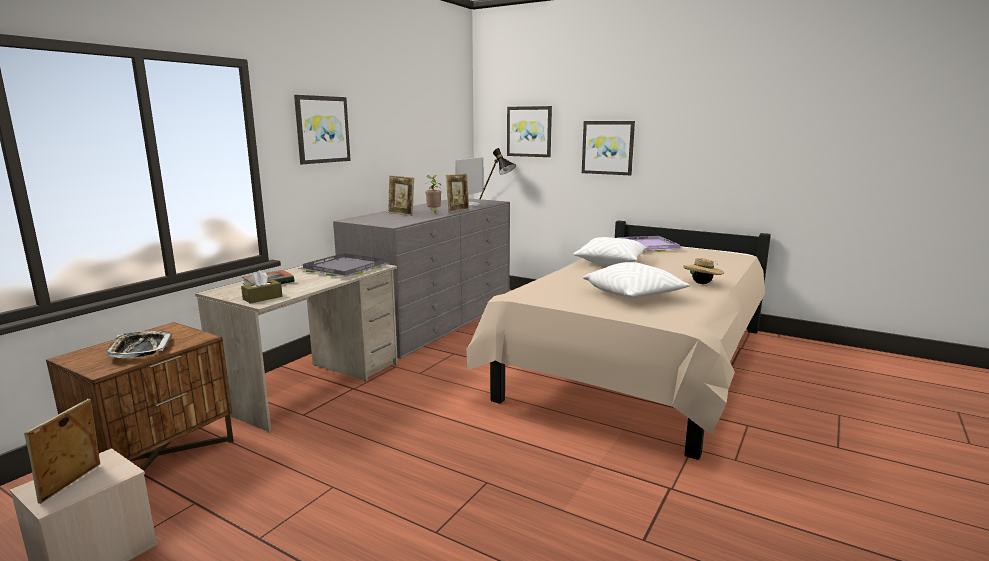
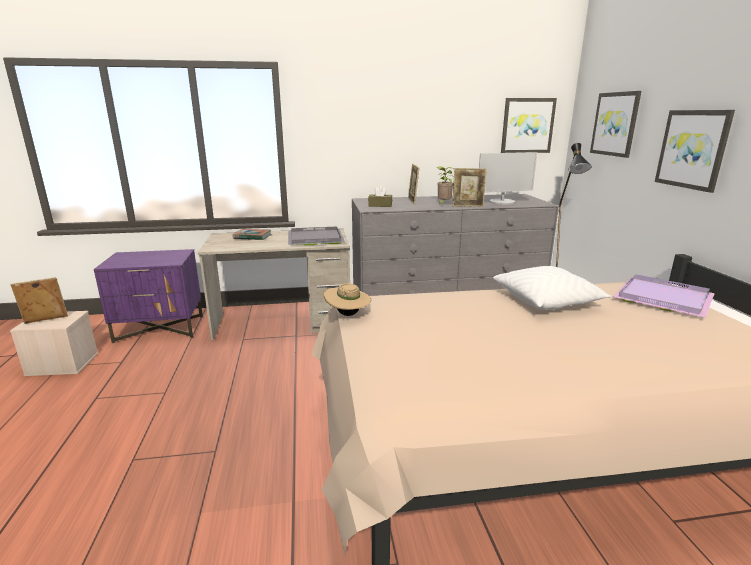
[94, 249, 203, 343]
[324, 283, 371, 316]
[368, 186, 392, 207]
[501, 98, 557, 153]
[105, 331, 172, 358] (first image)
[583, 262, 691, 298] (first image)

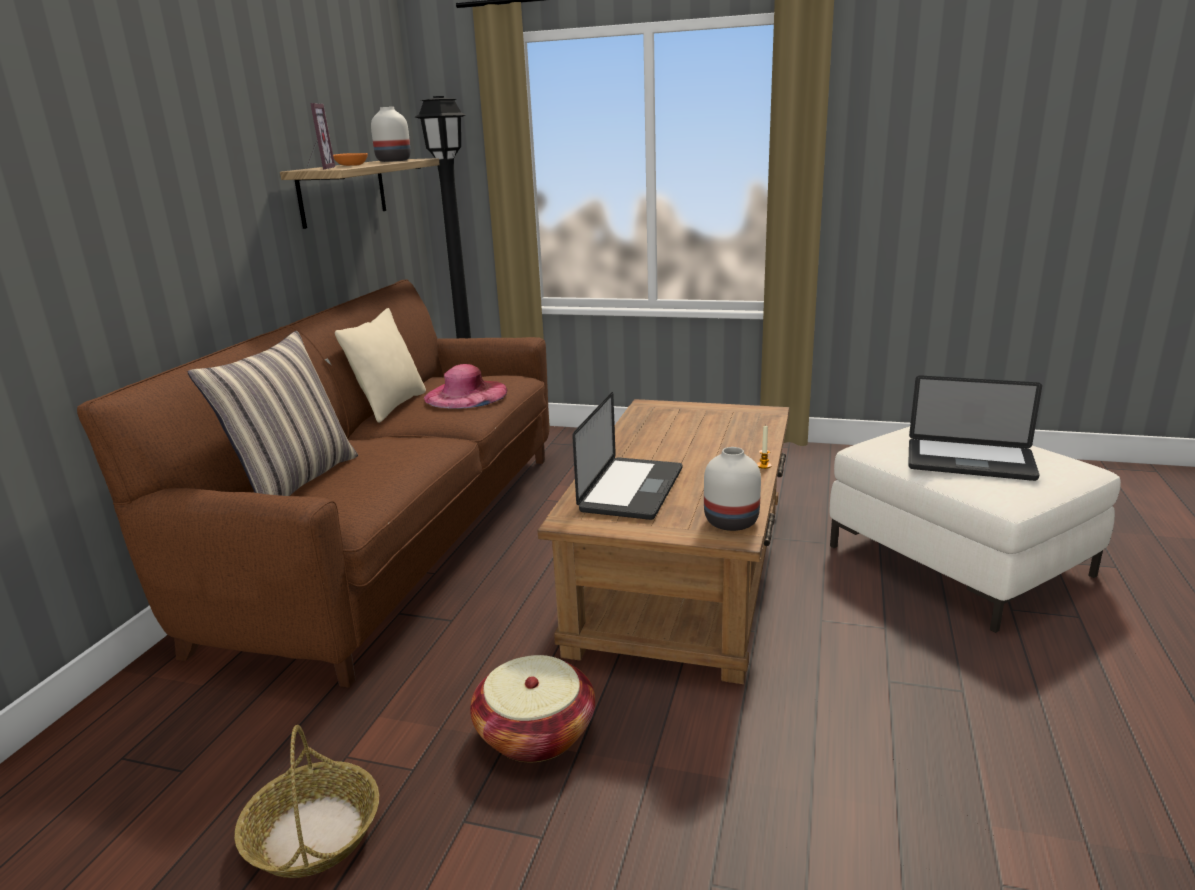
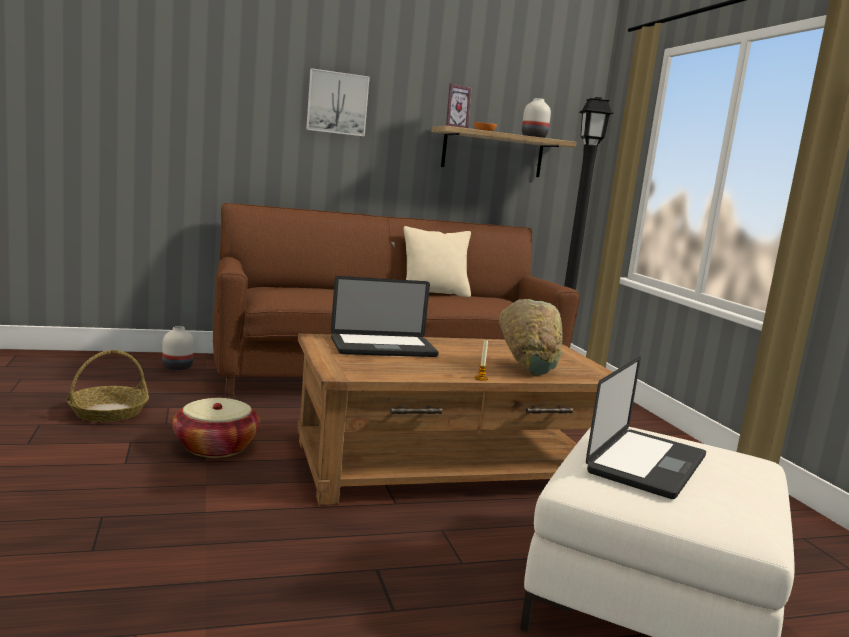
[162, 326, 194, 370]
[306, 68, 370, 137]
[499, 299, 563, 375]
[586, 356, 706, 499]
[188, 331, 358, 496] (first image)
[424, 364, 507, 409] (first image)

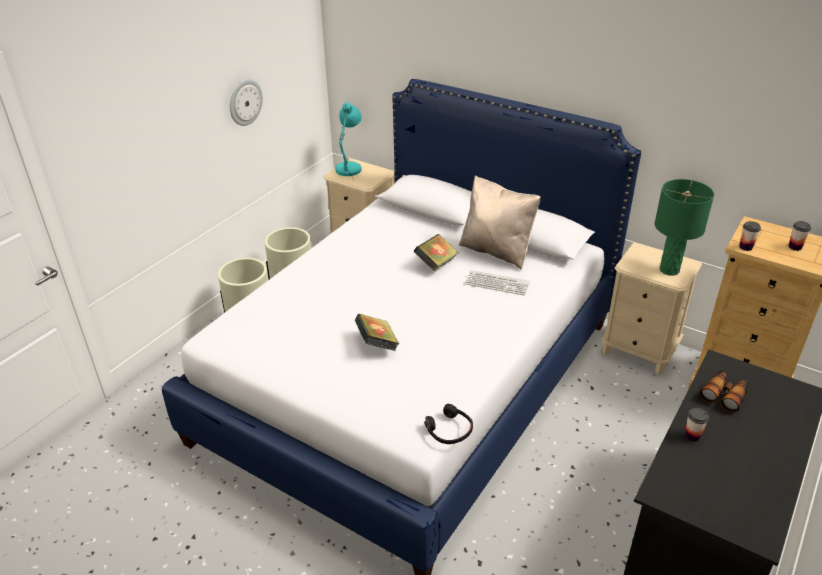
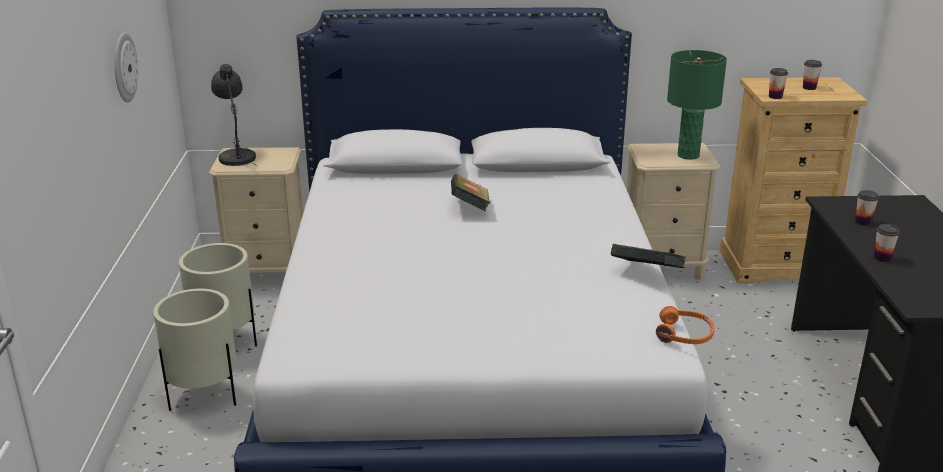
[211, 64, 258, 167]
[611, 244, 686, 268]
[656, 306, 715, 344]
[855, 190, 879, 226]
[459, 175, 541, 270] (first image)
[465, 270, 530, 295] (first image)

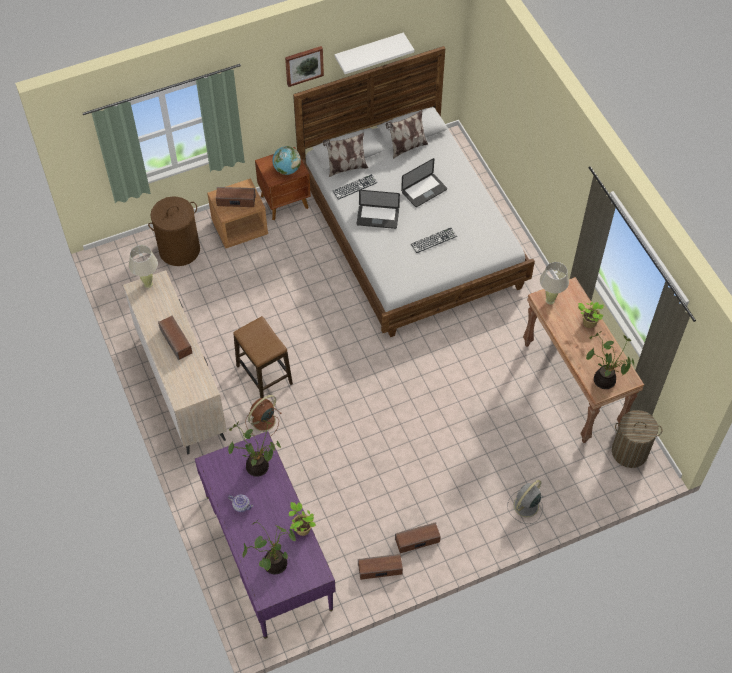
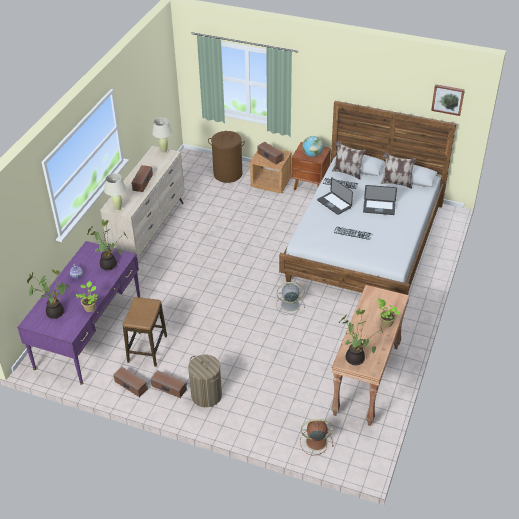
[104, 173, 126, 212]
[123, 297, 167, 367]
[188, 354, 222, 407]
[276, 282, 305, 315]
[300, 419, 334, 455]
[431, 84, 465, 116]
[335, 33, 414, 74] (first image)

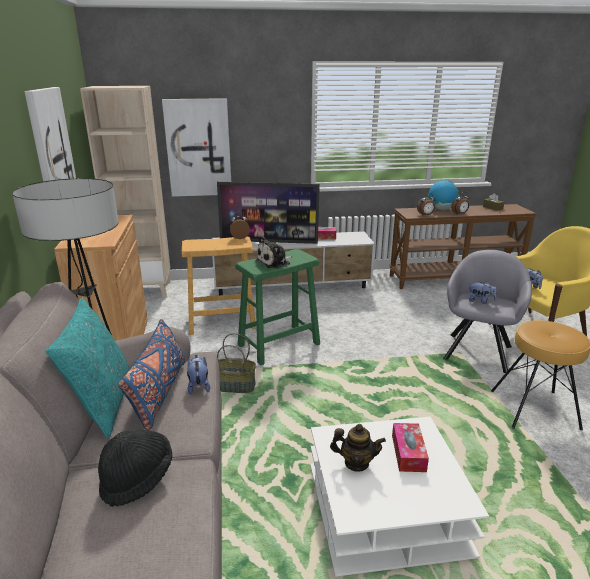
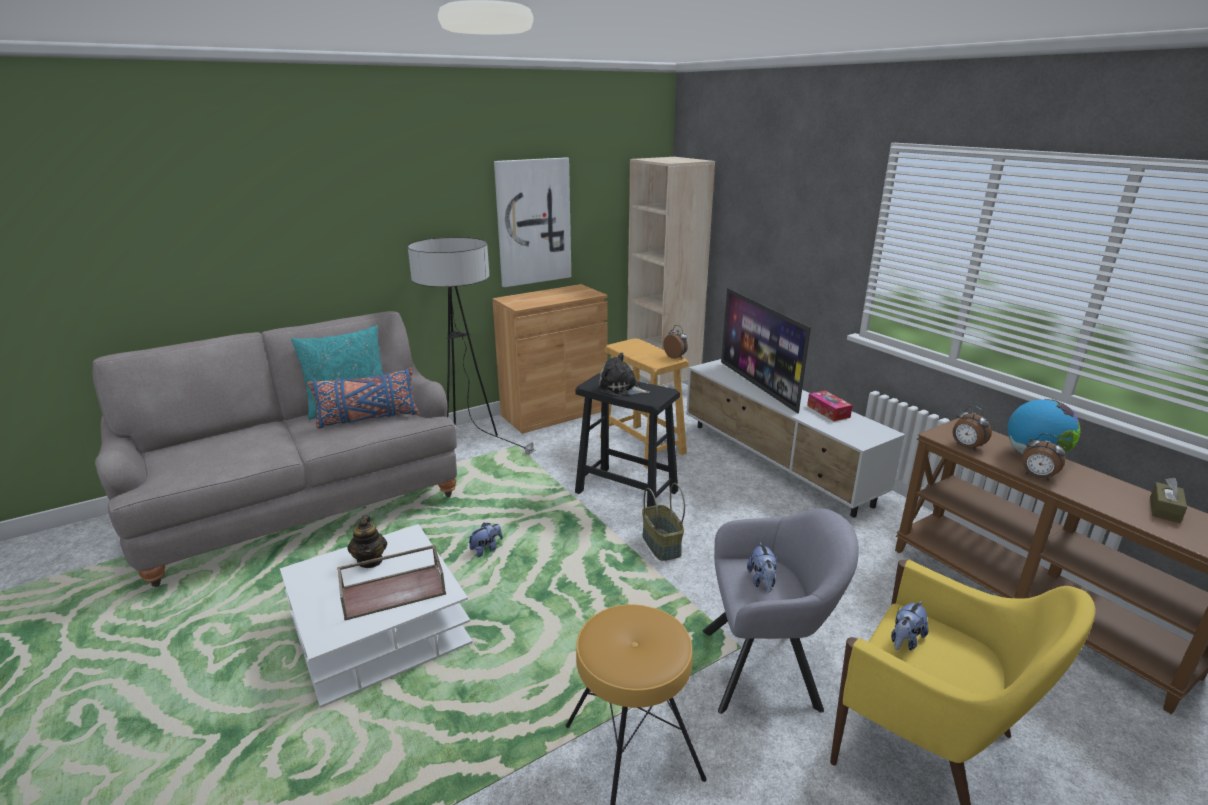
[337, 545, 446, 621]
[468, 523, 503, 557]
[575, 373, 680, 507]
[642, 483, 685, 561]
[98, 430, 172, 507] (first image)
[162, 98, 231, 197] (first image)

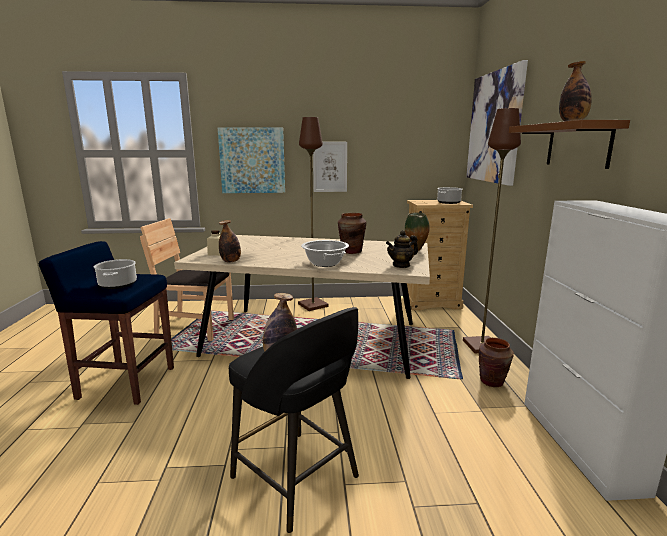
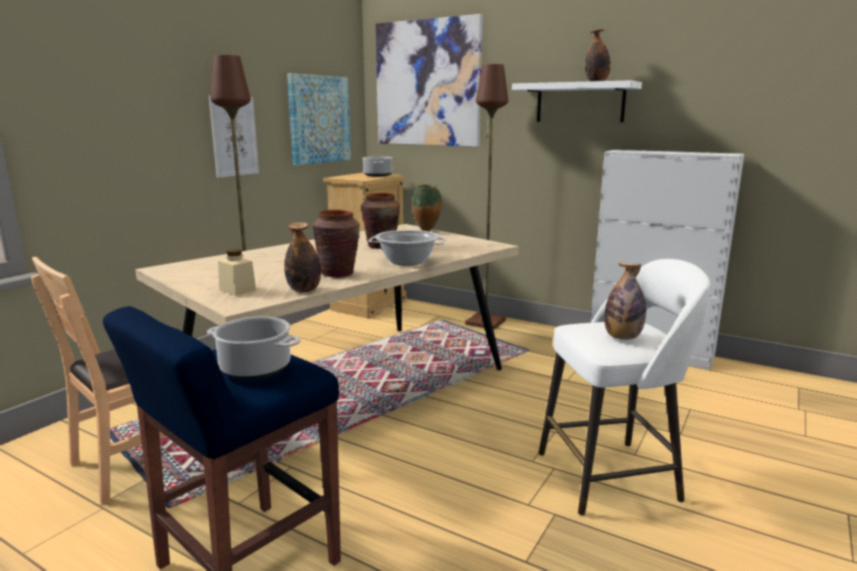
[287, 73, 351, 165]
[313, 210, 360, 277]
[512, 80, 642, 122]
[539, 259, 710, 515]
[386, 230, 418, 268] (first image)

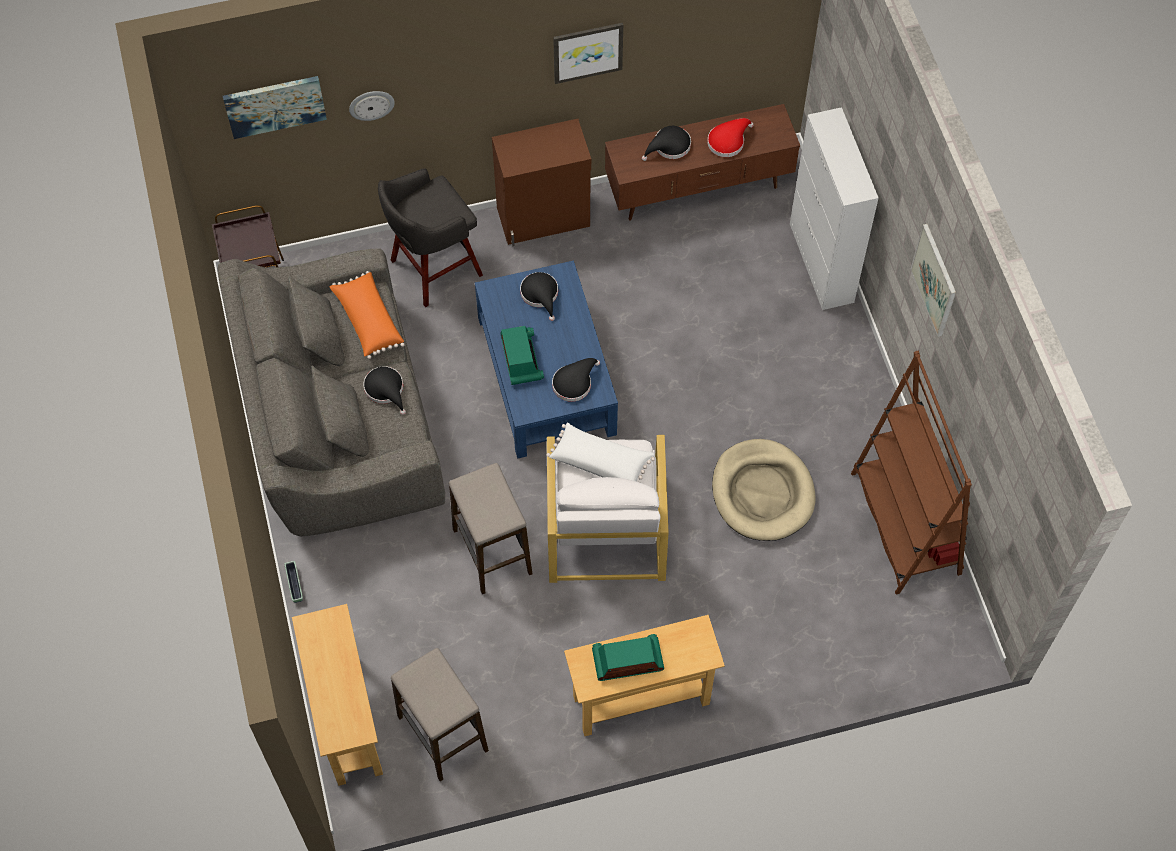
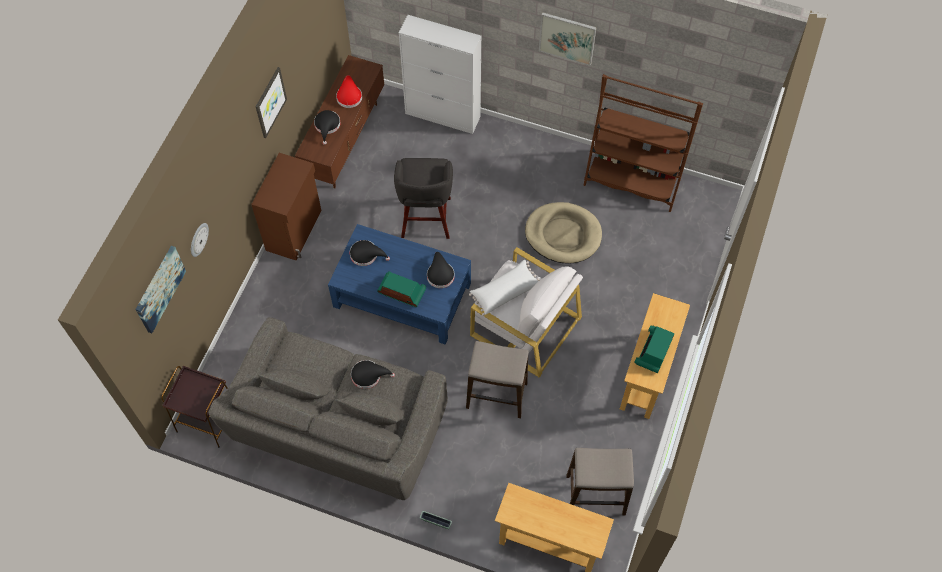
[394, 158, 453, 239]
[330, 271, 404, 359] (first image)

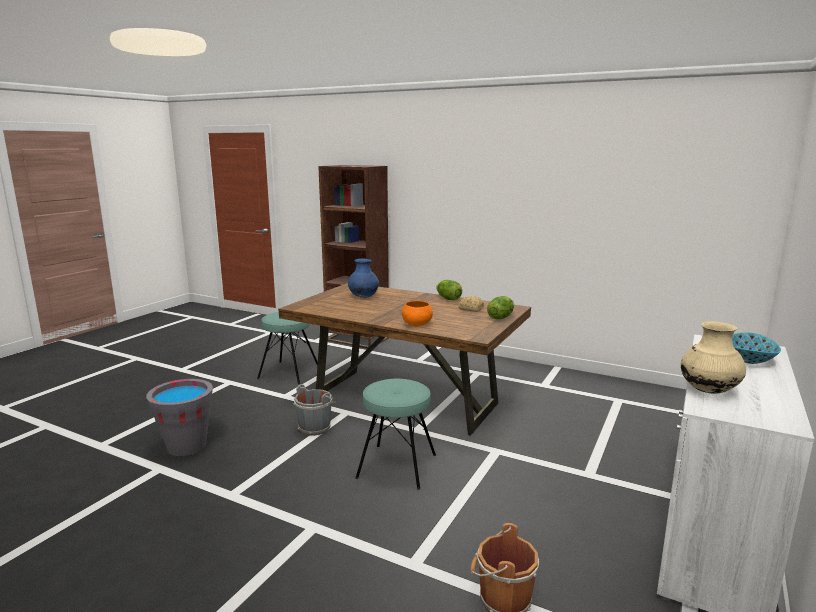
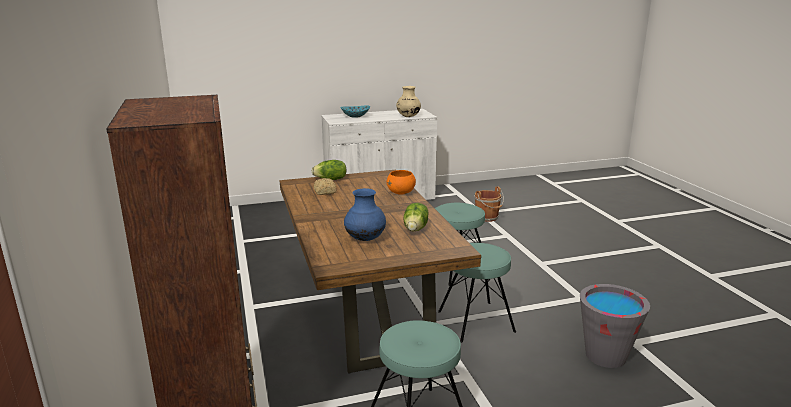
[403, 203, 428, 231]
[438, 243, 516, 343]

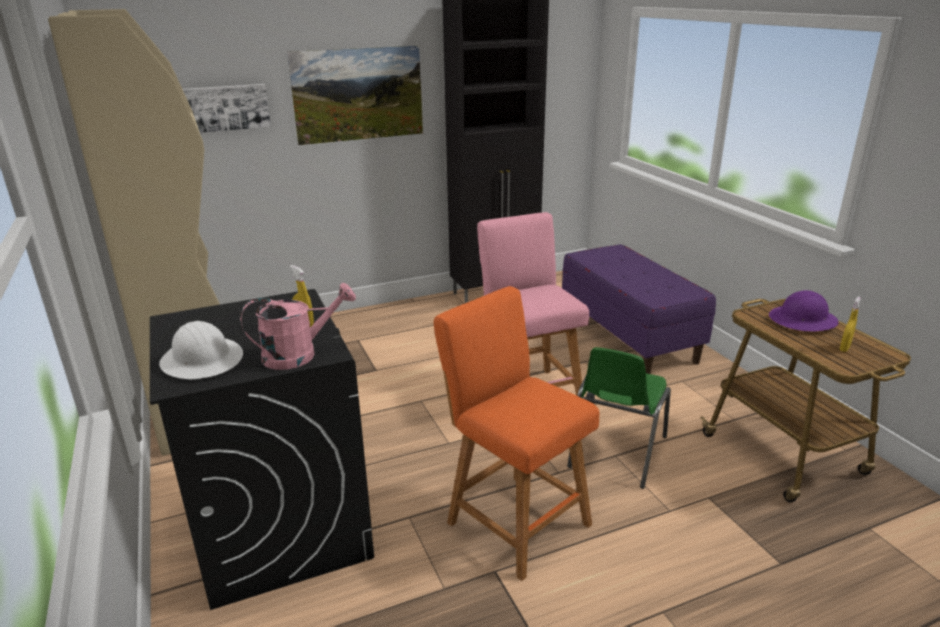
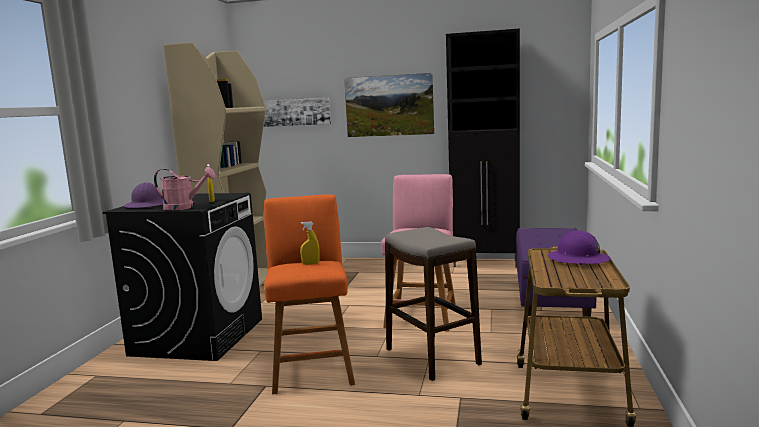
[124, 183, 163, 208]
[300, 221, 320, 265]
[385, 227, 482, 381]

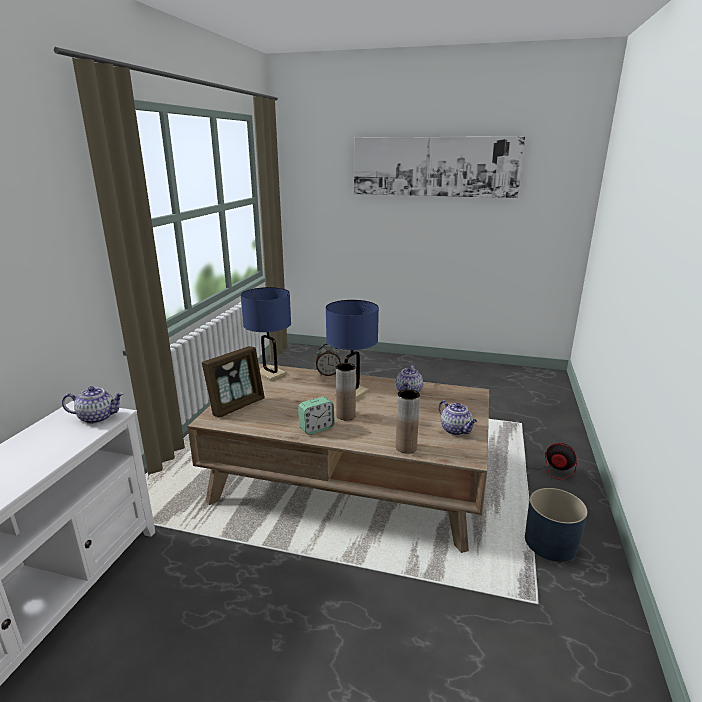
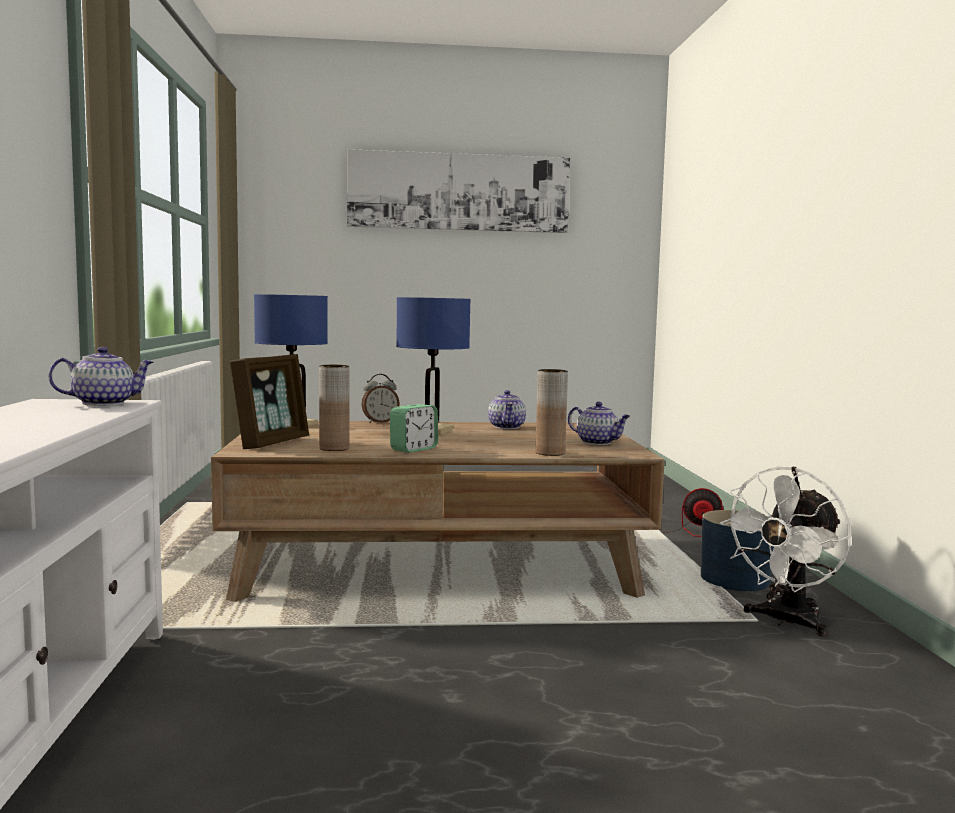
[319, 365, 350, 451]
[720, 467, 851, 636]

